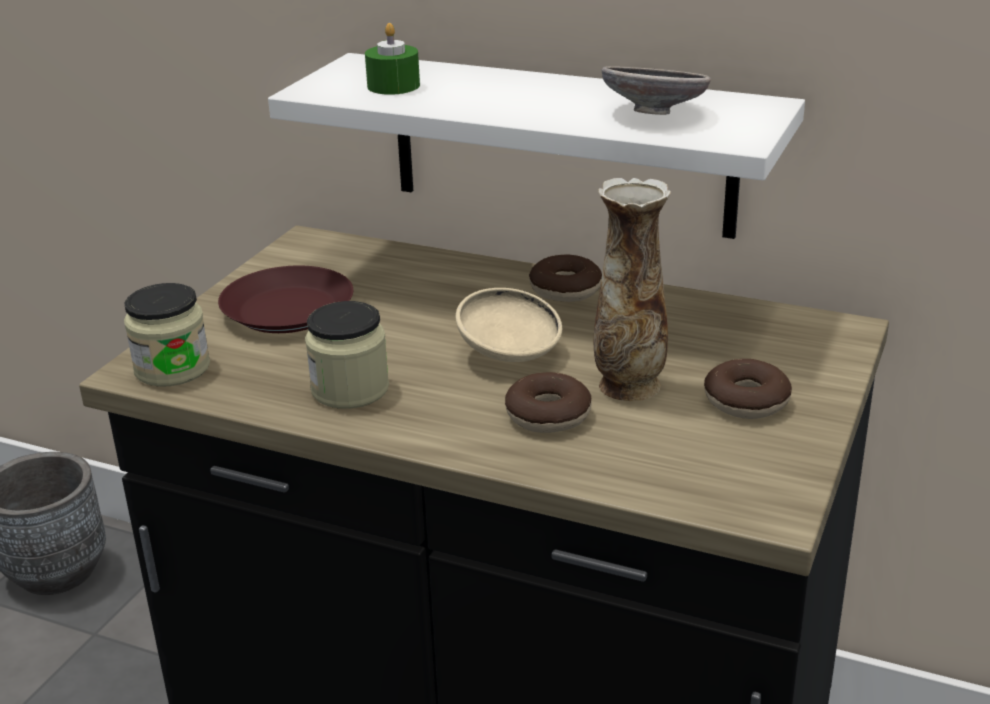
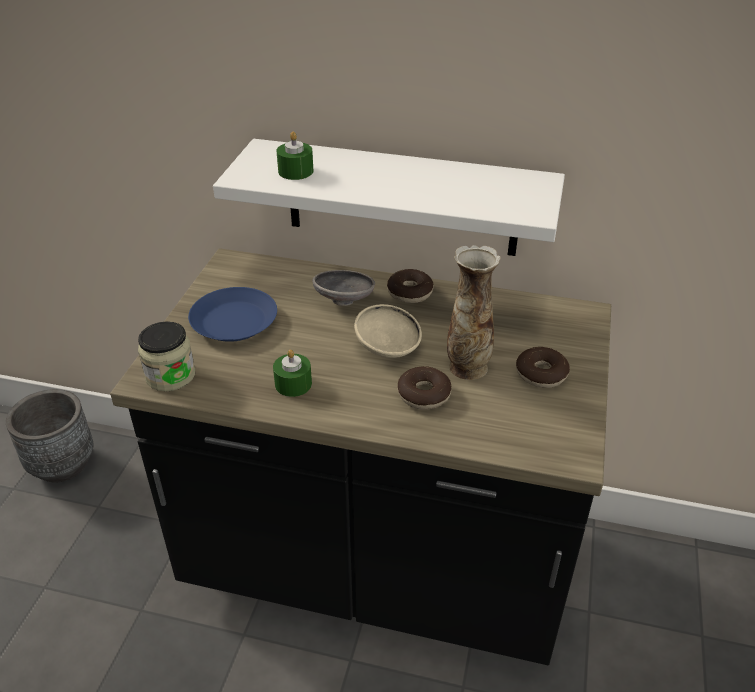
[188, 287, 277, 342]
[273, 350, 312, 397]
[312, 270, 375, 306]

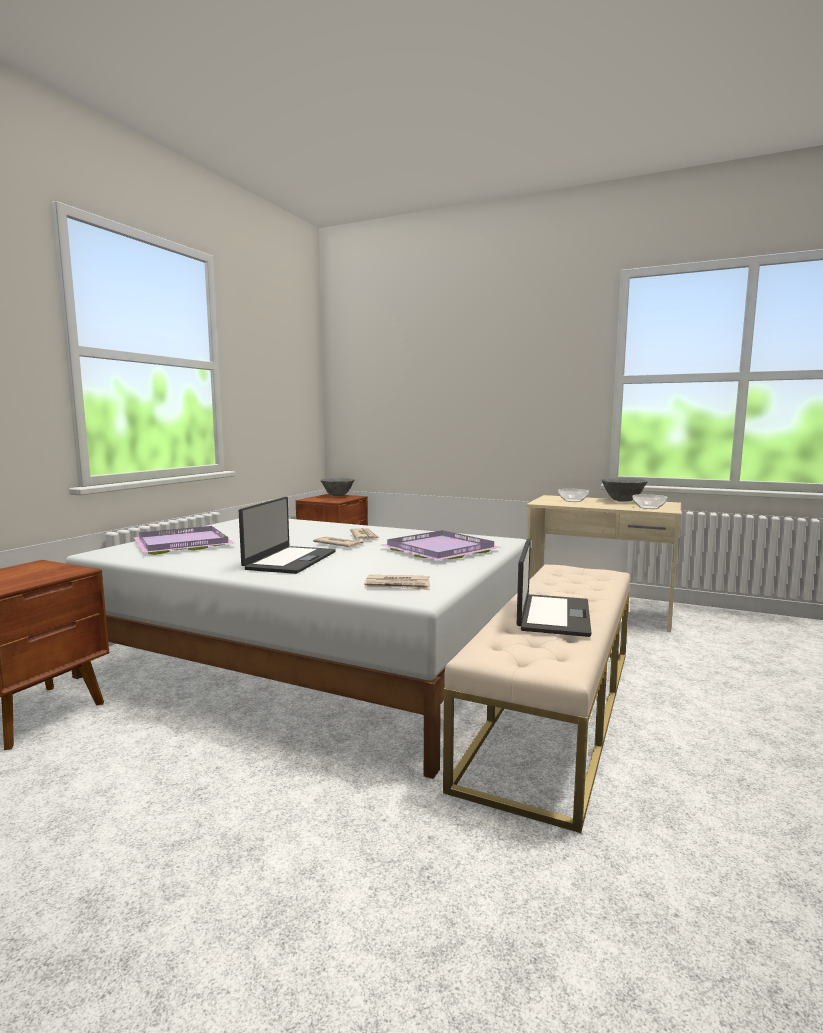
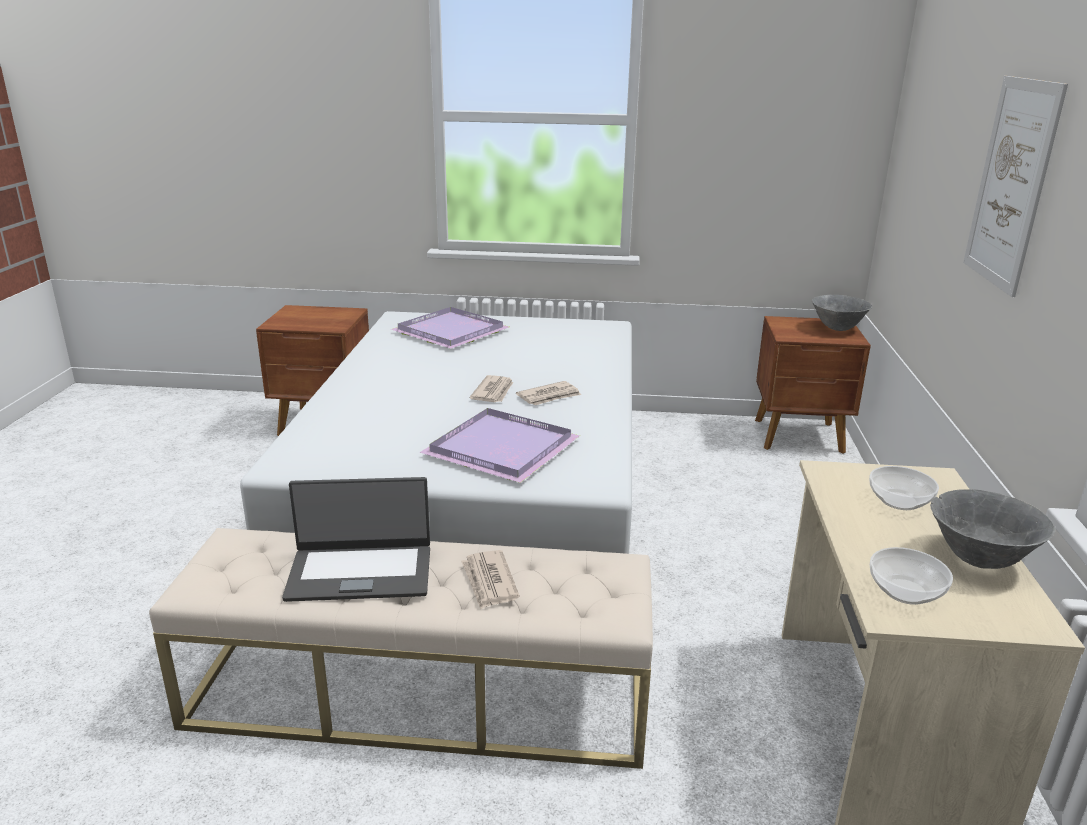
[461, 550, 520, 610]
[963, 76, 1068, 297]
[239, 497, 336, 574] (first image)

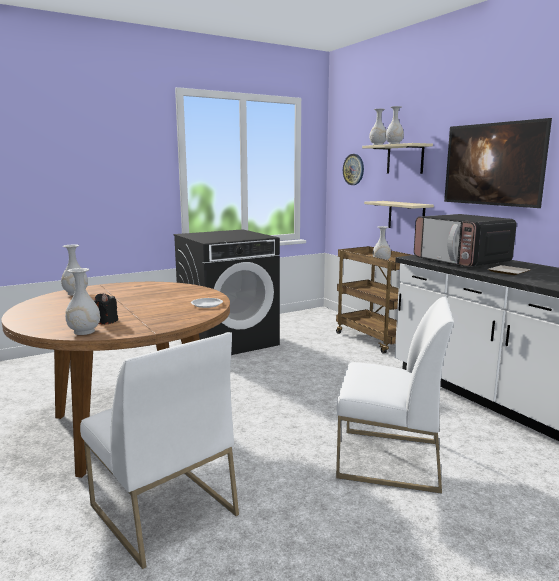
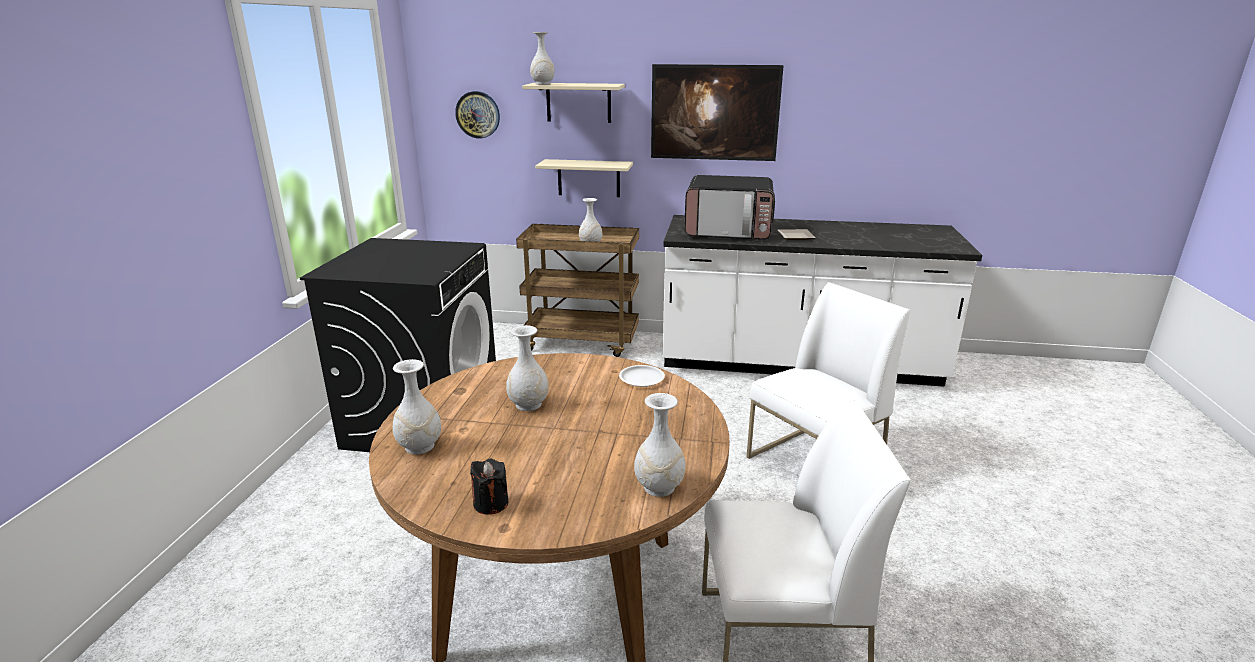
[470, 459, 508, 515]
[506, 325, 549, 411]

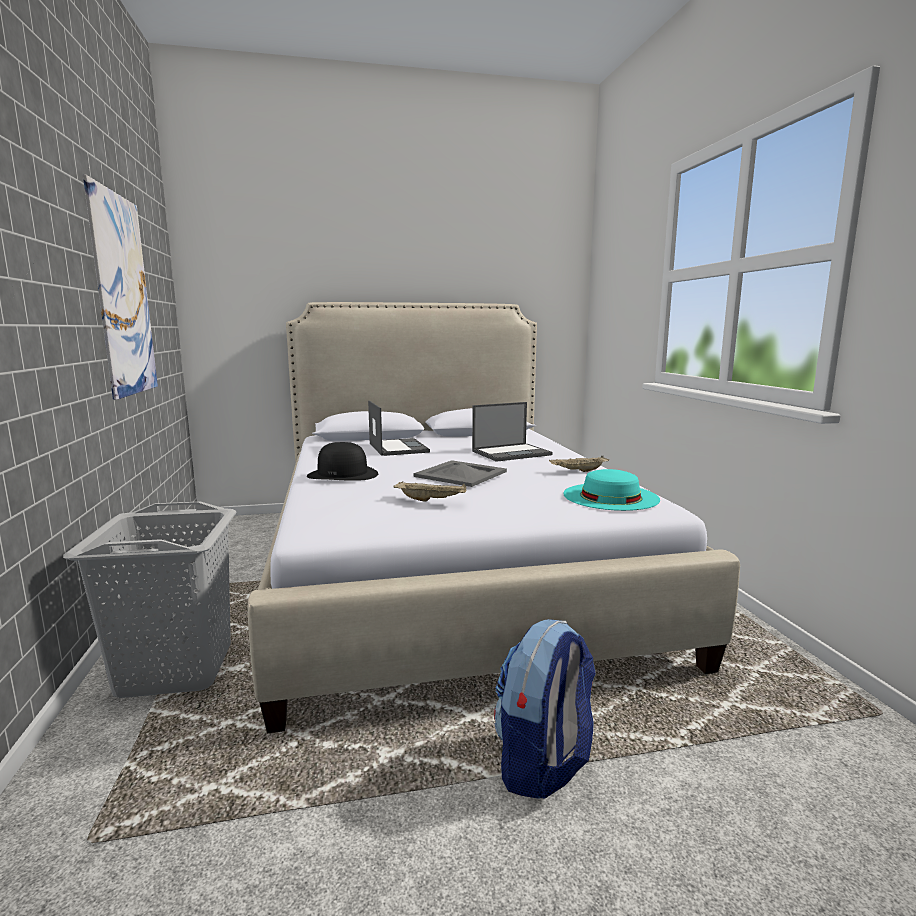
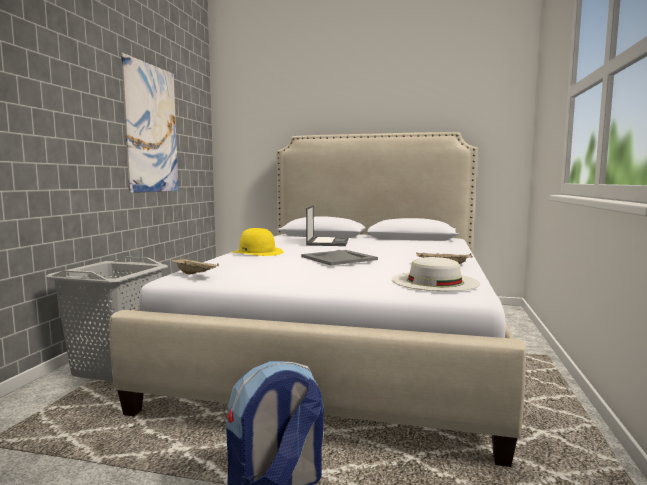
[171, 258, 219, 275]
[232, 228, 283, 256]
[392, 257, 480, 291]
[472, 402, 552, 462] (first image)

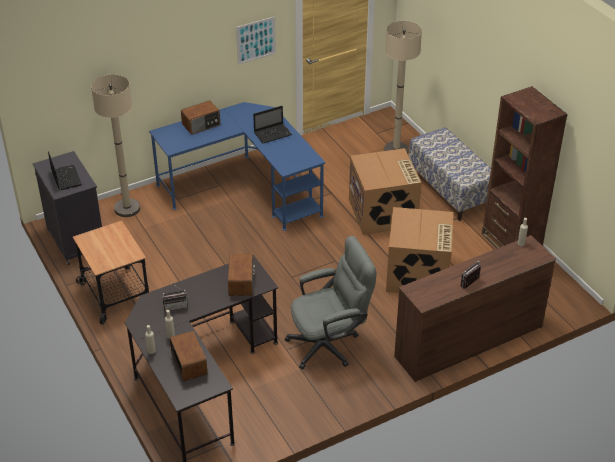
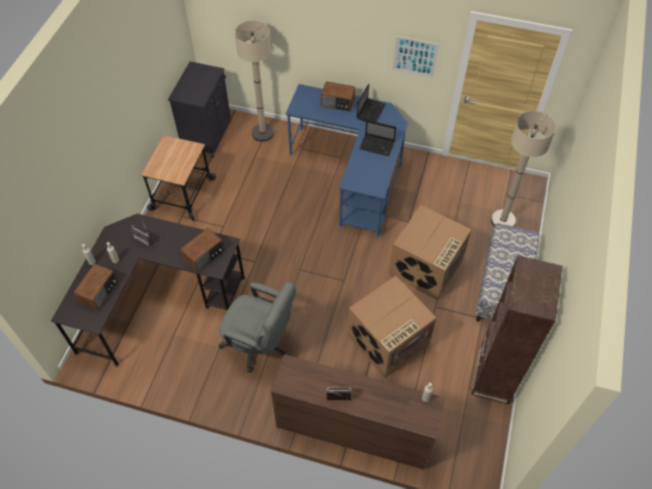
[357, 84, 386, 122]

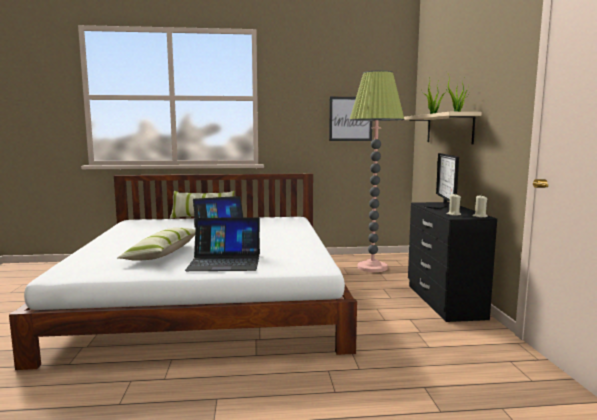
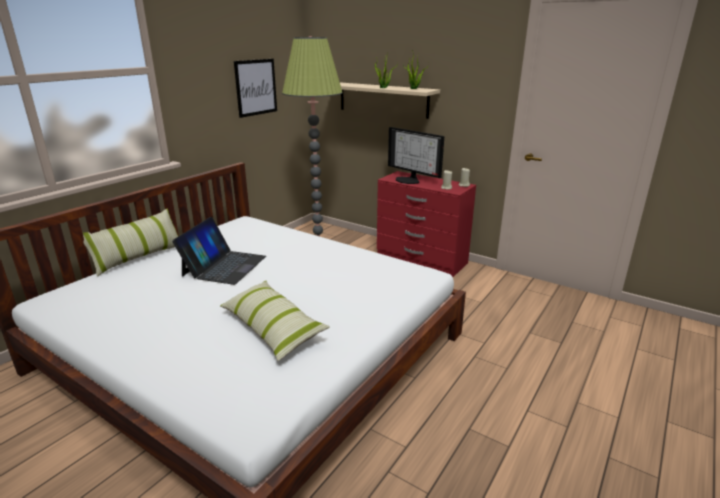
[377, 171, 476, 277]
[185, 217, 260, 271] (first image)

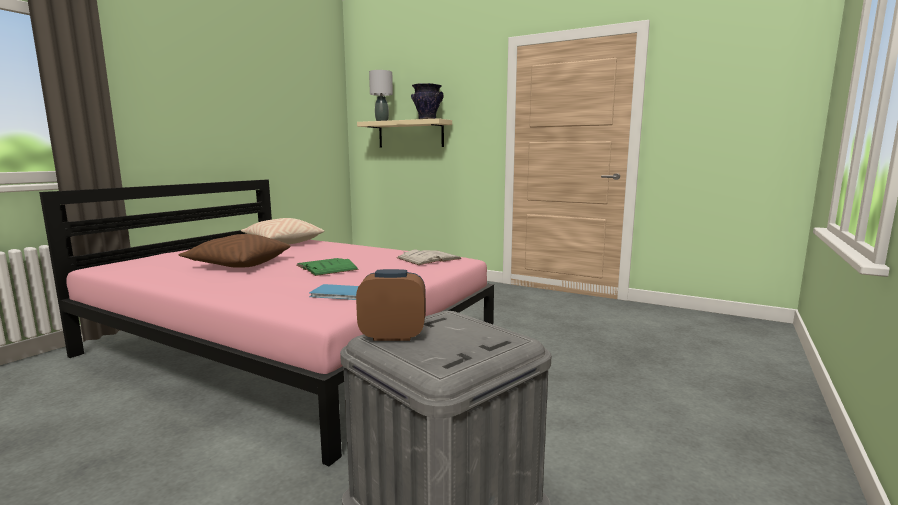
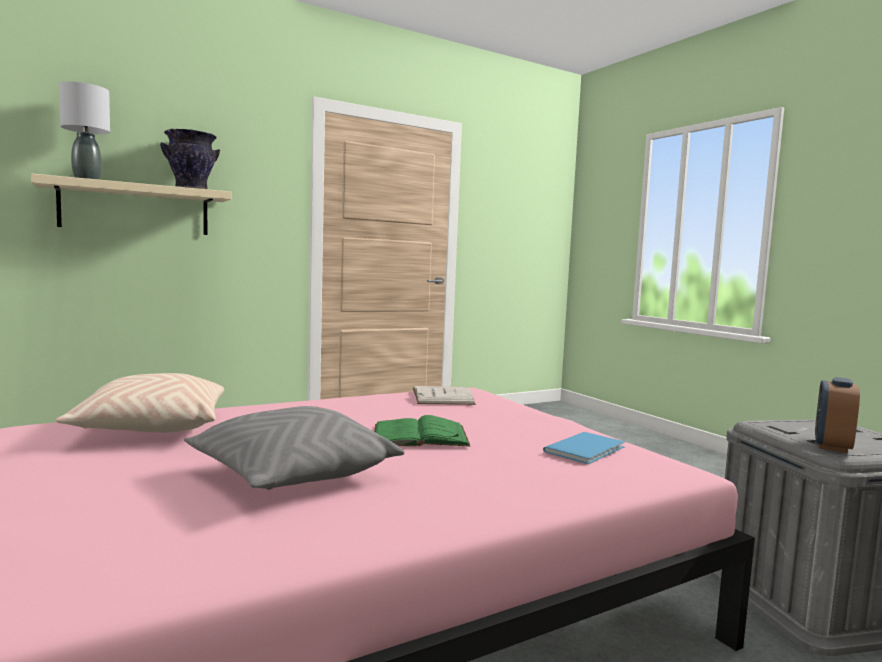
[184, 406, 404, 490]

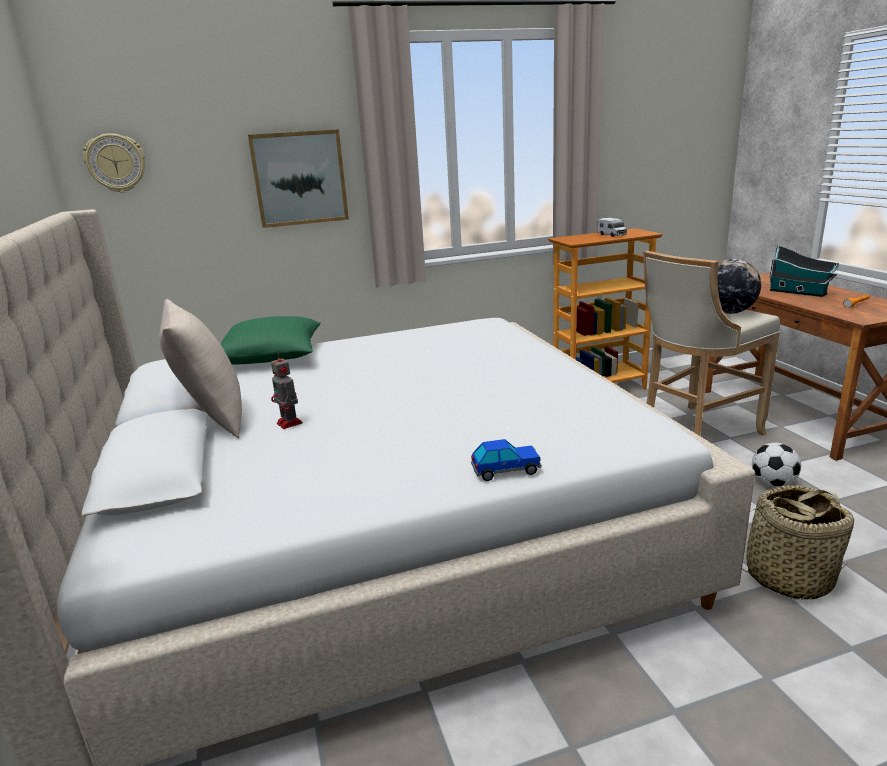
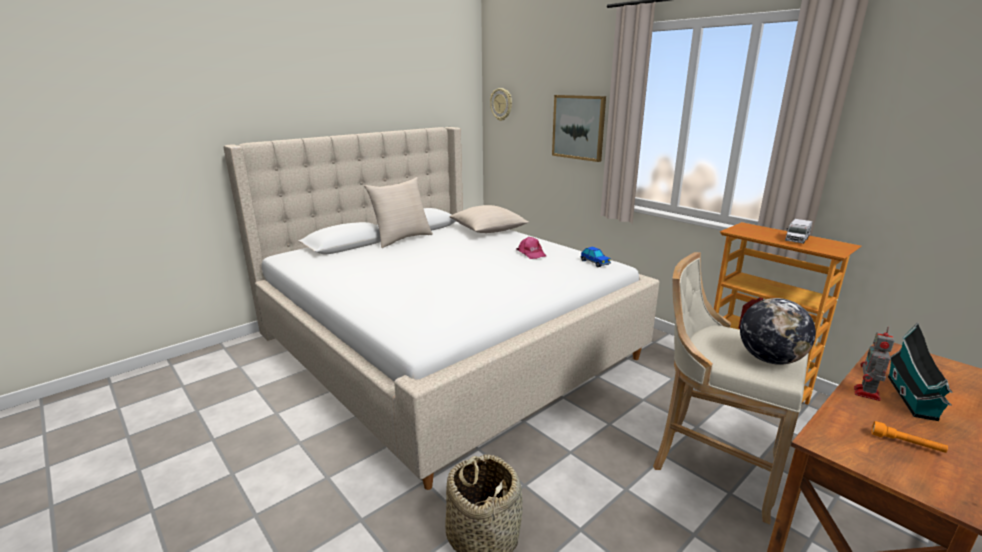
[449, 205, 529, 233]
[517, 237, 547, 259]
[581, 246, 611, 267]
[854, 327, 895, 401]
[752, 443, 801, 487] (first image)

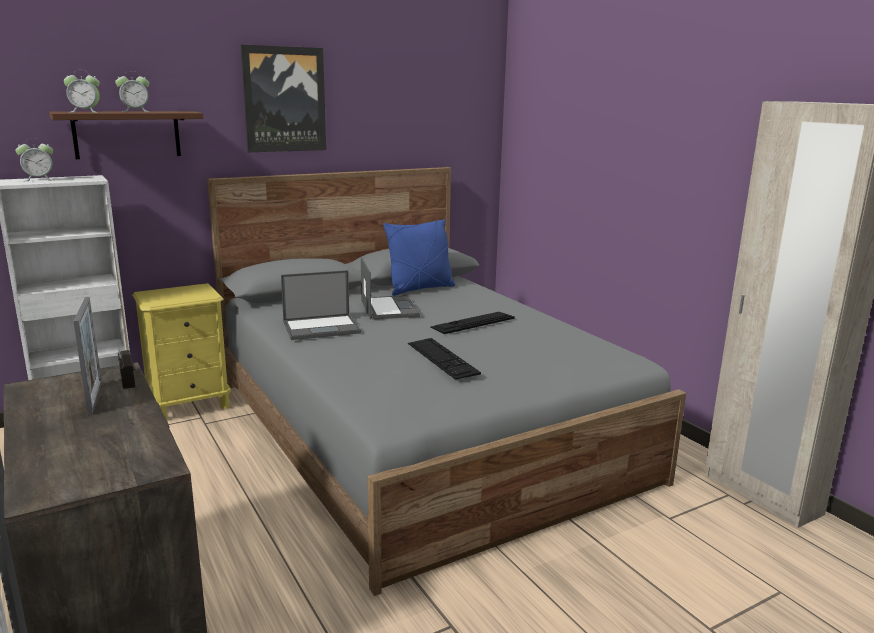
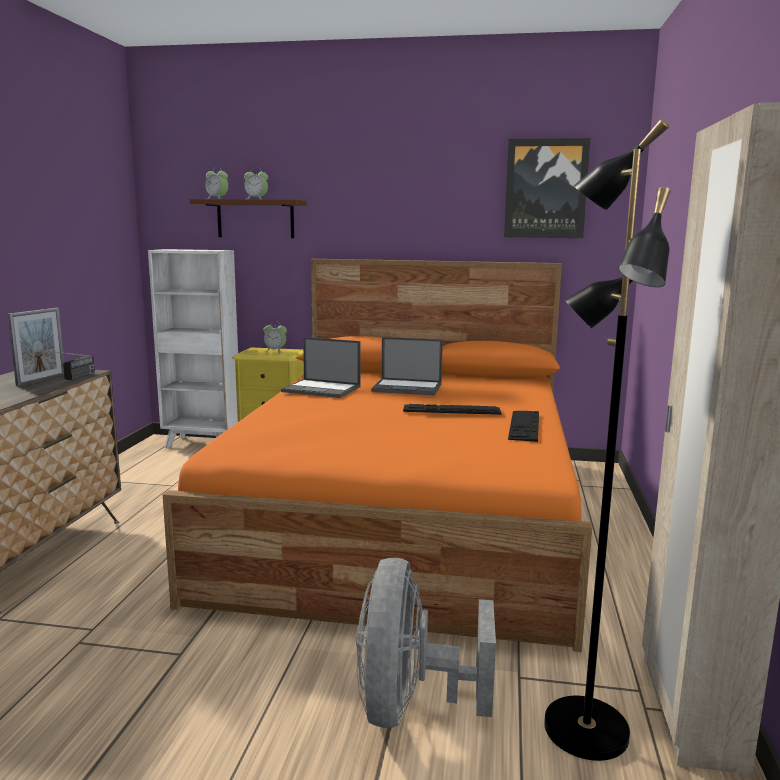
[163, 259, 592, 652]
[264, 321, 287, 353]
[356, 557, 496, 728]
[371, 337, 443, 395]
[504, 138, 591, 238]
[508, 411, 539, 442]
[544, 119, 670, 761]
[383, 219, 455, 296] (first image)

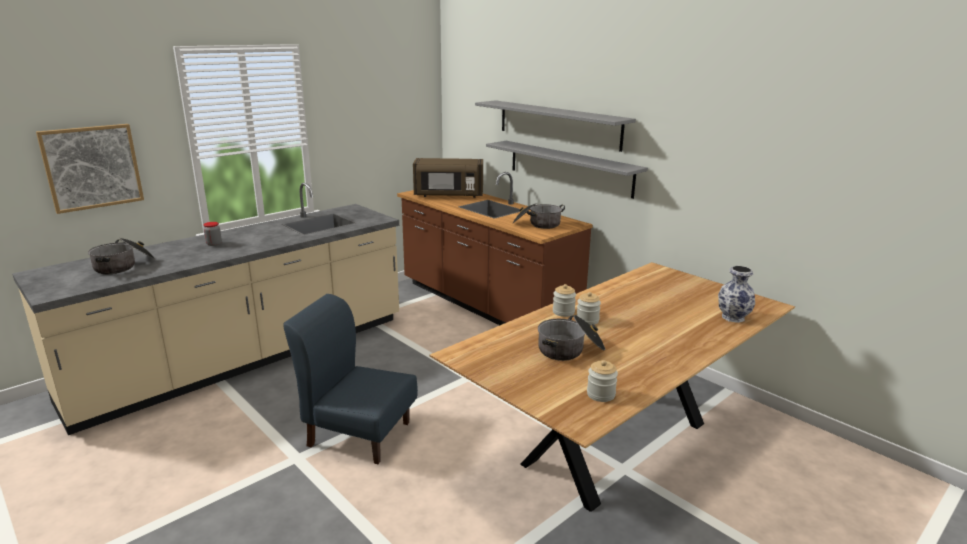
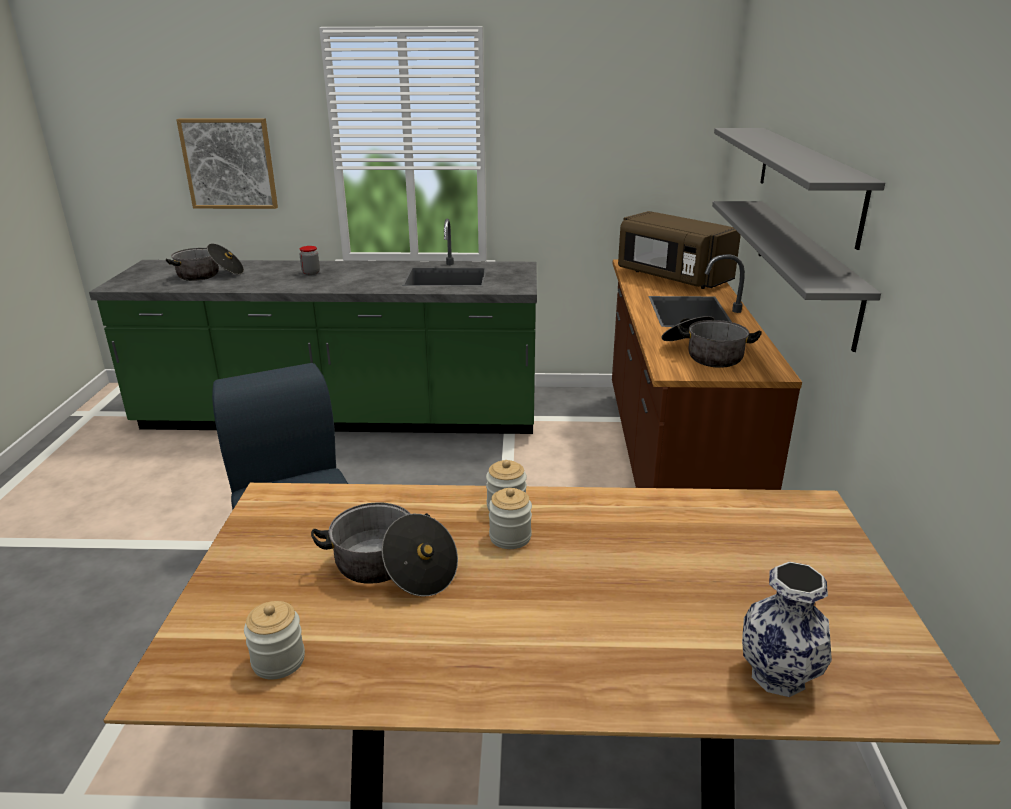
[89, 219, 537, 434]

